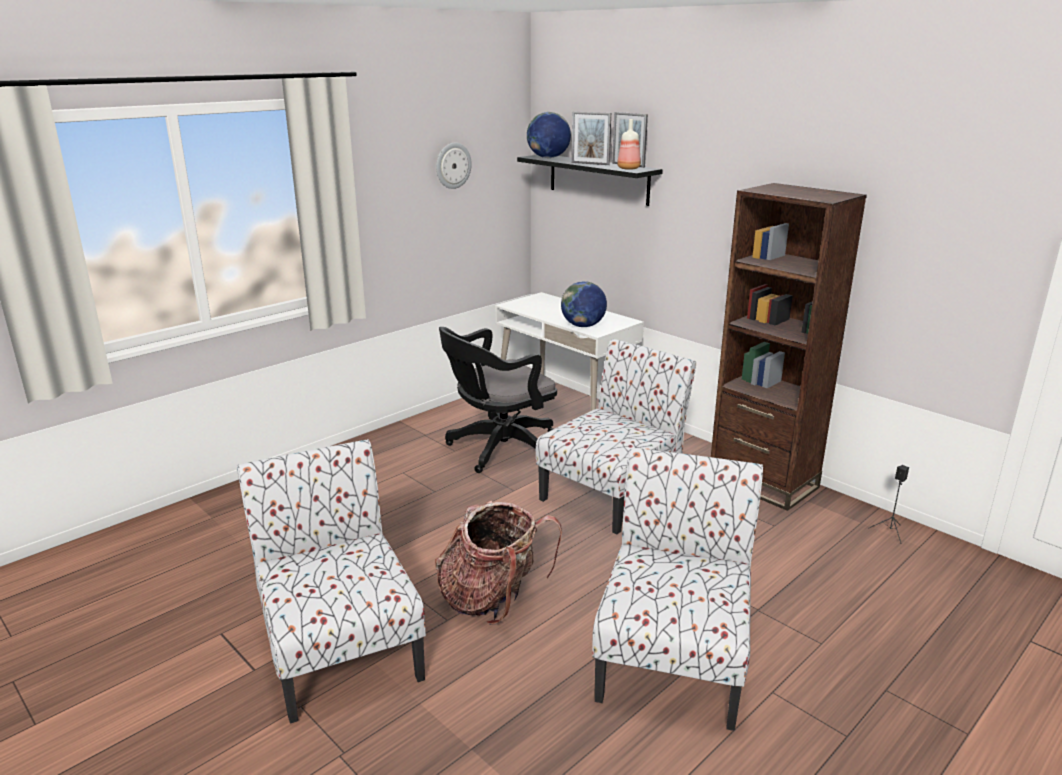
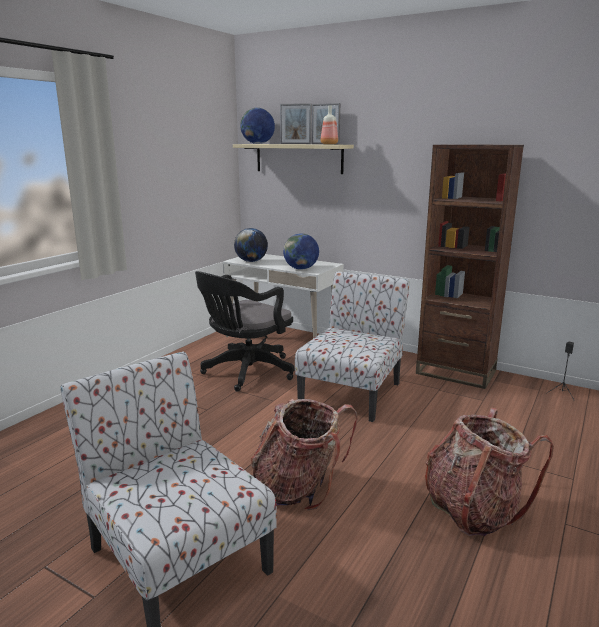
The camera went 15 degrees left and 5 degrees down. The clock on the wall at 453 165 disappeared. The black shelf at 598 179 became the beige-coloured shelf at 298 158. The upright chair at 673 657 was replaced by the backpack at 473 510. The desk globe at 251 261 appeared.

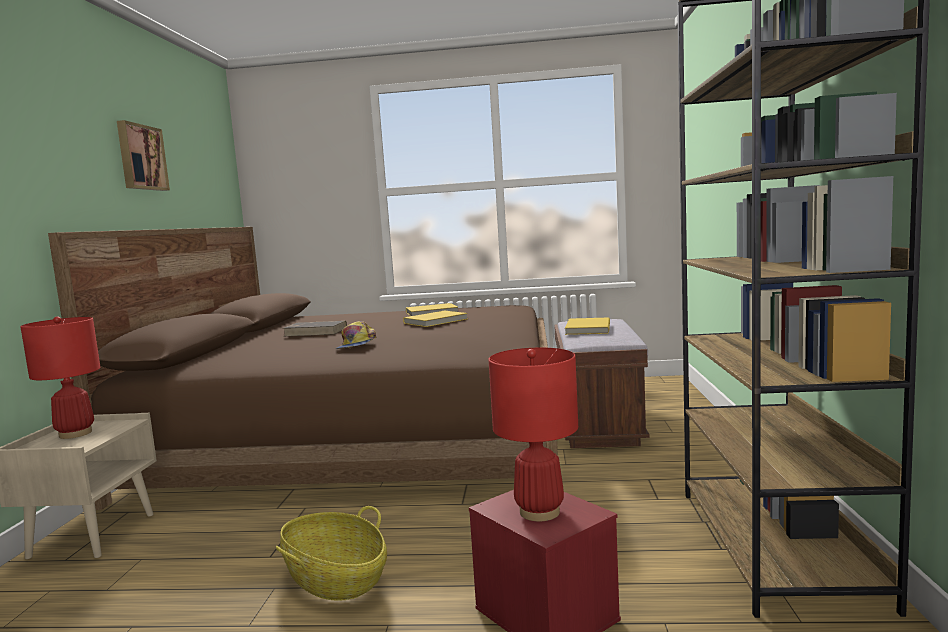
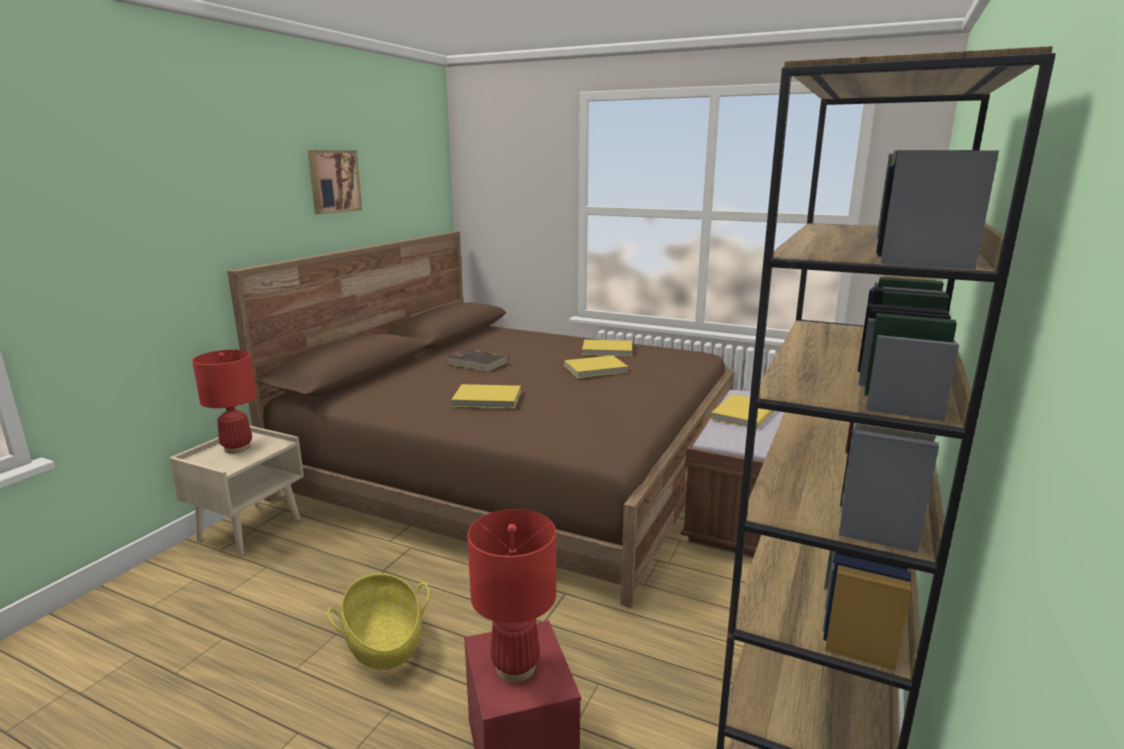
The camera went 20 degrees right and 10 degrees up. The peaked cap at 356 345 was replaced by the yellowish bound book at 487 399.

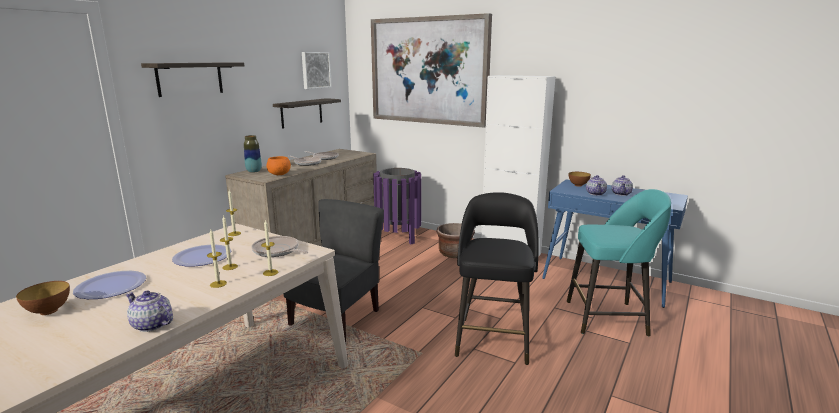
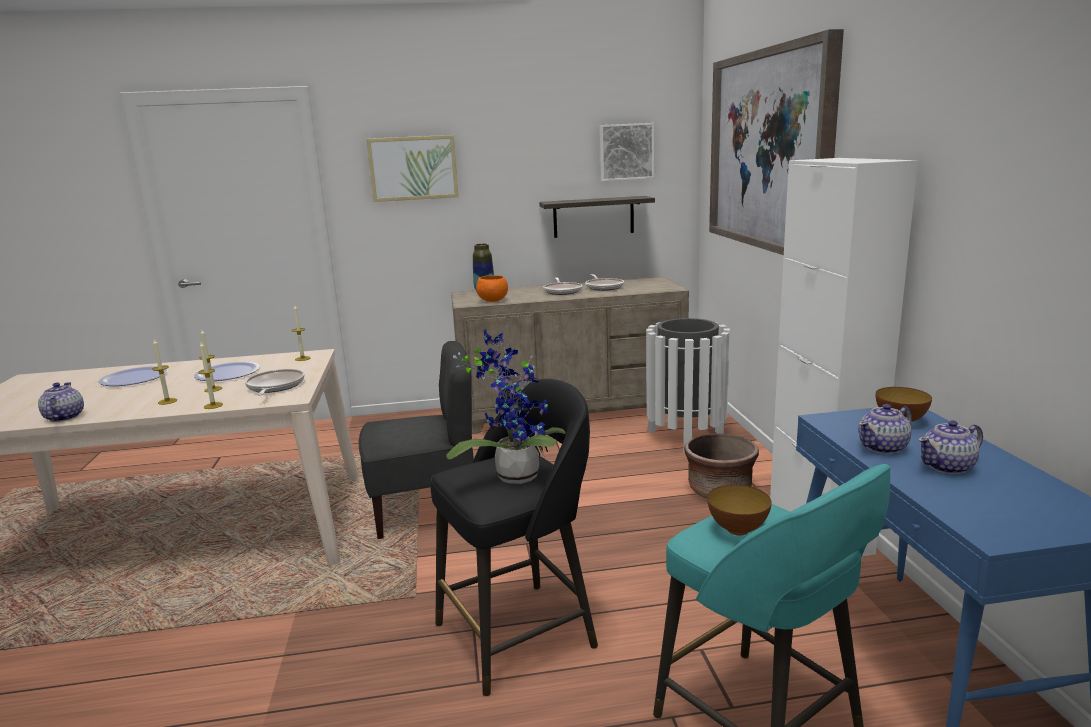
The camera went 50 degrees right and 0 degrees up. The deep dish moved from 48 311 to 737 529. The shelf at 190 78 was replaced by the wall picture at 413 168. The purple rubbish bin at 398 237 became the white rubbish bin at 685 437. The houseplant at 515 474 appeared.

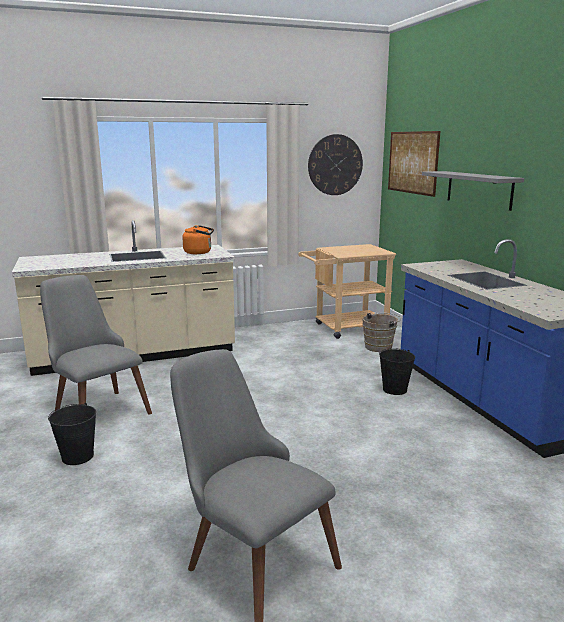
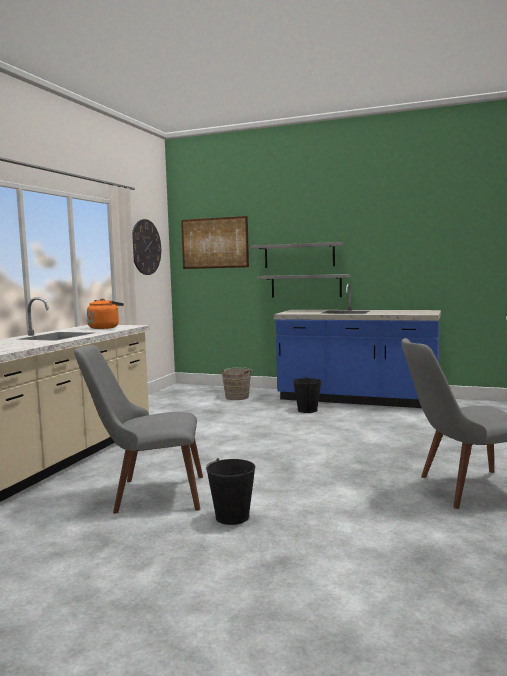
The camera went 50 degrees left and 10 degrees down. The beige-coloured trolley at 345 328 disappeared. The grey shelf at 306 286 appeared.

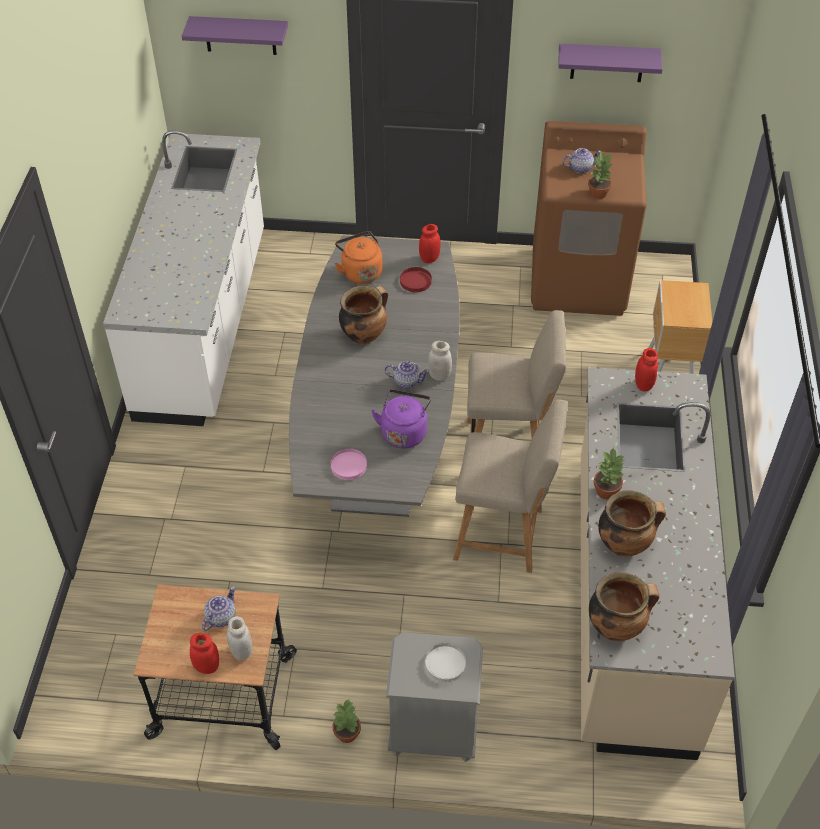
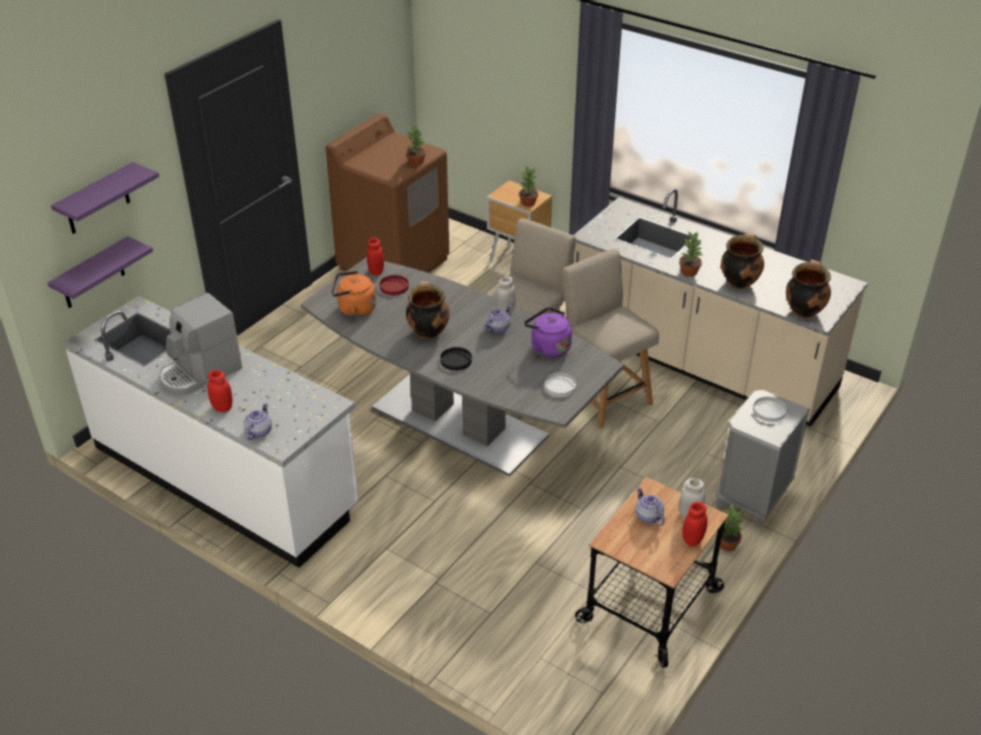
The camera went 60 degrees left and 10 degrees down. The pink-coloured flat dish at 349 465 became the white flat dish at 560 386. The beige-coloured upright chair at 503 535 turned 75 degrees counterclockwise. The purple shelf moved from 607 62 to 92 274. The tea pot moved from 580 168 to 258 431. The red-coloured jar moved from 643 385 to 222 407. The coffee machine at 200 373 appeared. The black flat dish at 456 360 appeared. The houseplant at 528 202 appeared.

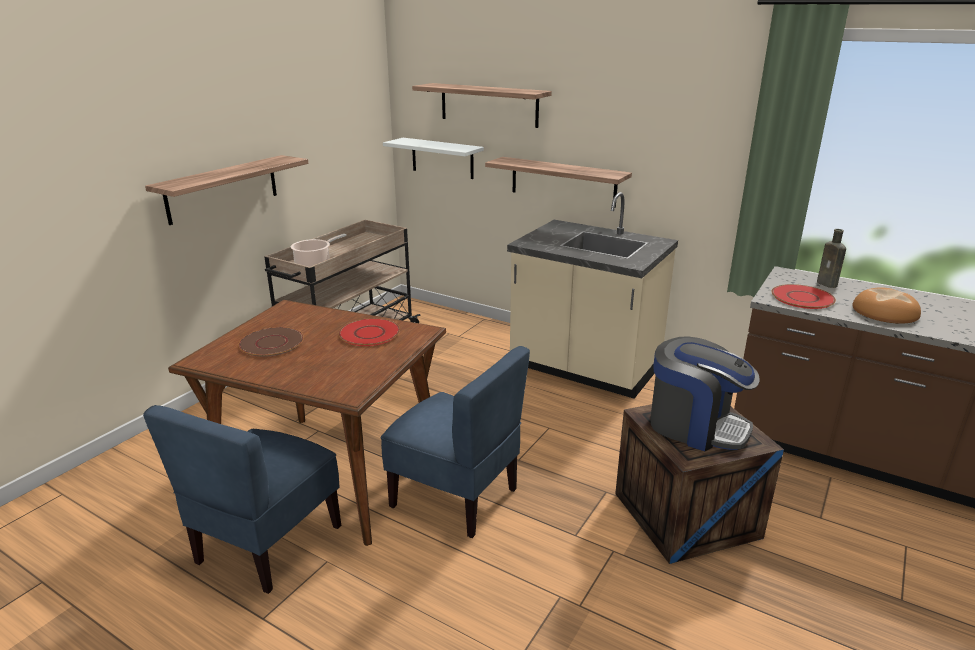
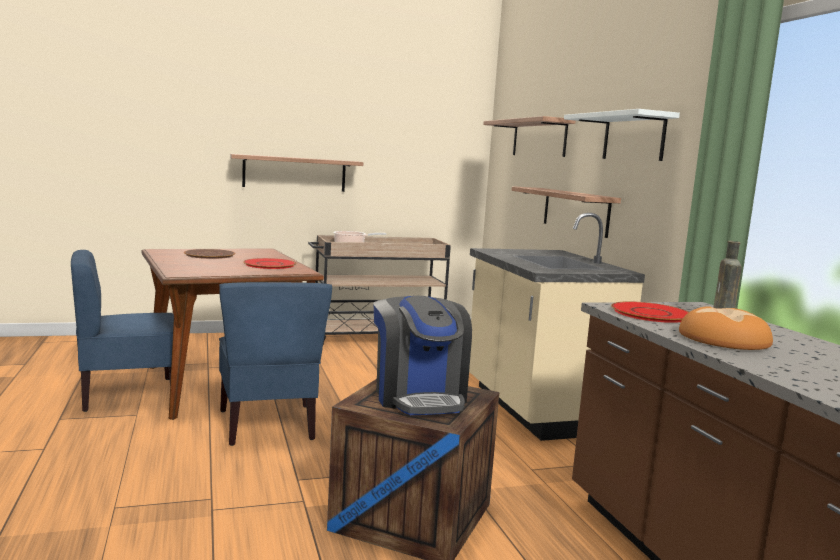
The camera went 40 degrees right and 15 degrees down. The white shelf moved from 442 158 to 633 137.

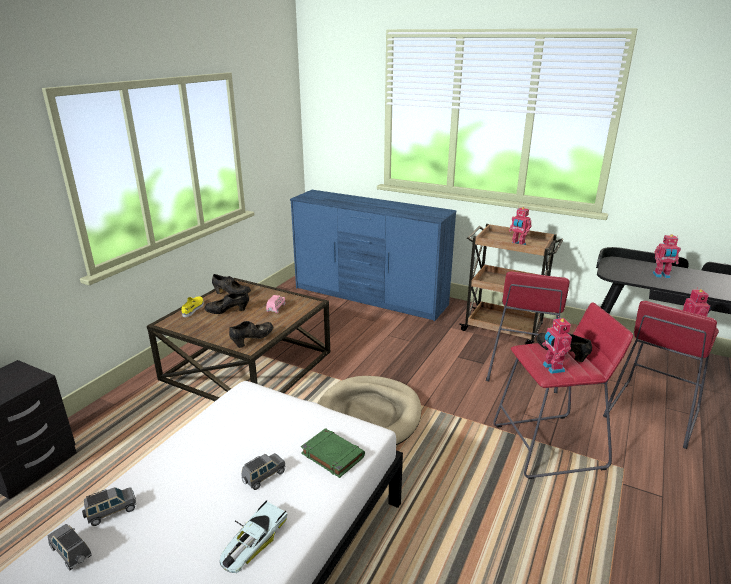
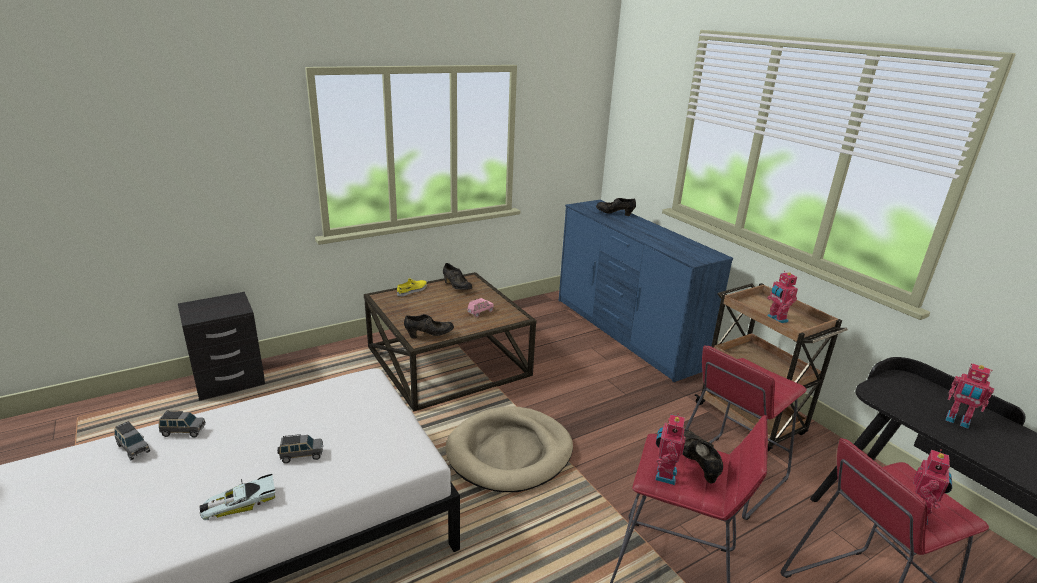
The camera went 30 degrees right and 0 degrees up. The grey toy car at 71 553 turned 150 degrees clockwise. The black low shoe moved from 228 312 to 614 214. The green-coloured bound book at 332 455 disappeared.

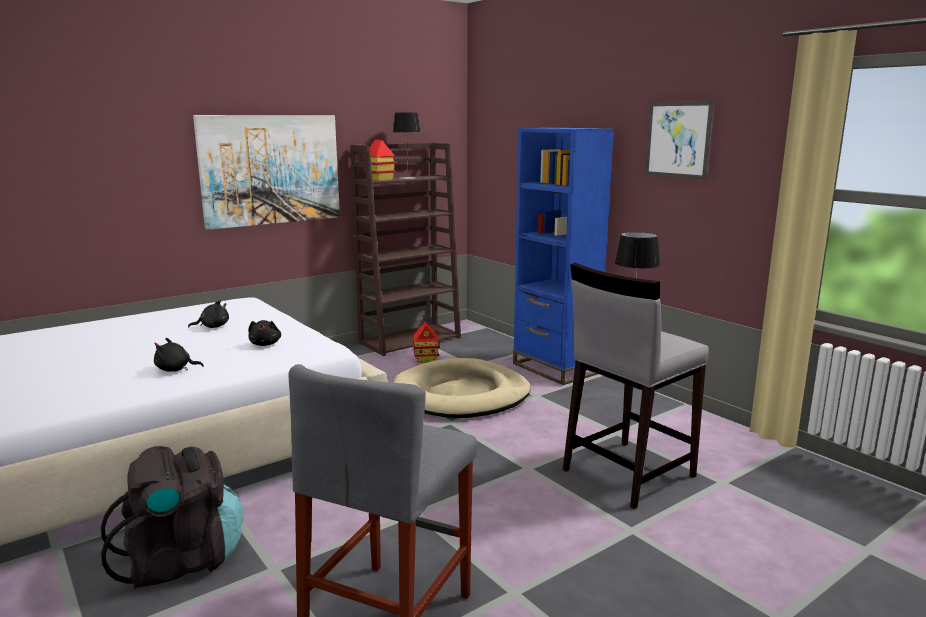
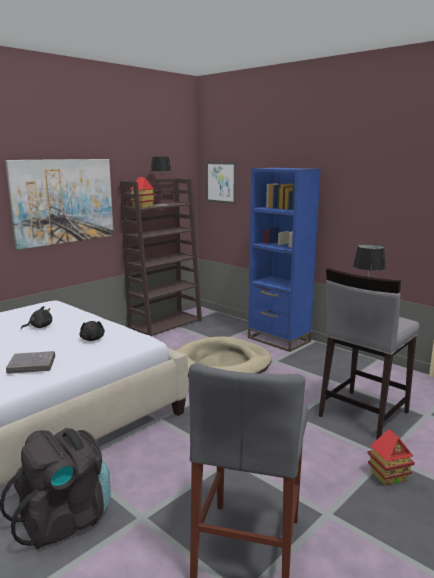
The camera went 10 degrees left and 0 degrees up. The black soft toy at 175 370 was replaced by the grey bound book at 31 365. The toy house moved from 426 359 to 388 476. The wall picture moved from 678 139 to 221 182.

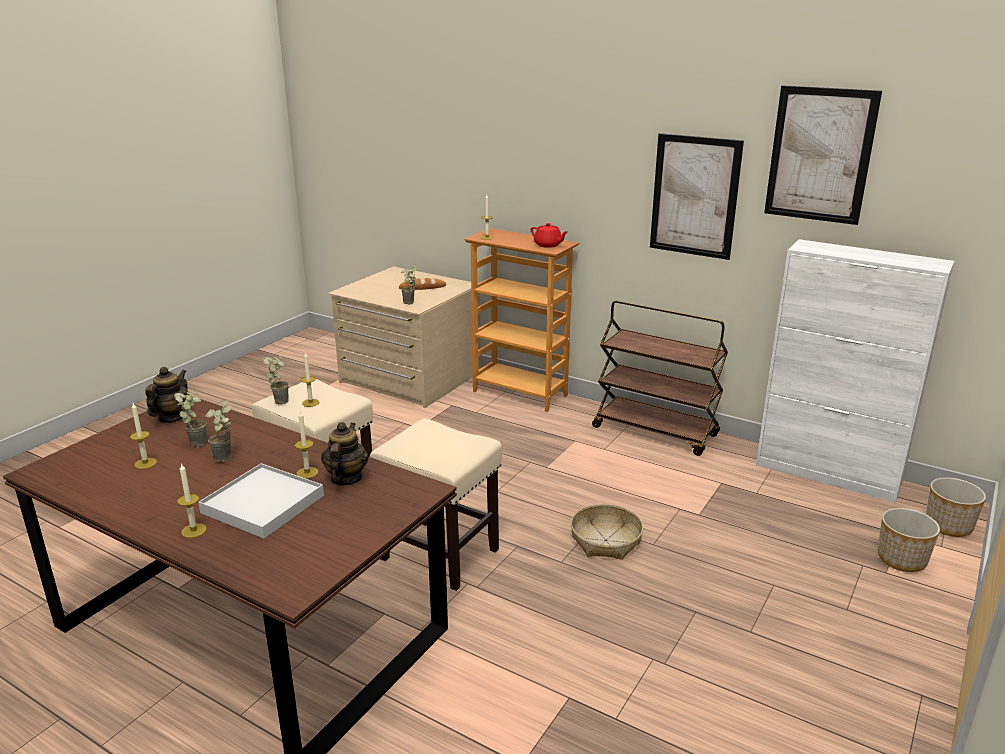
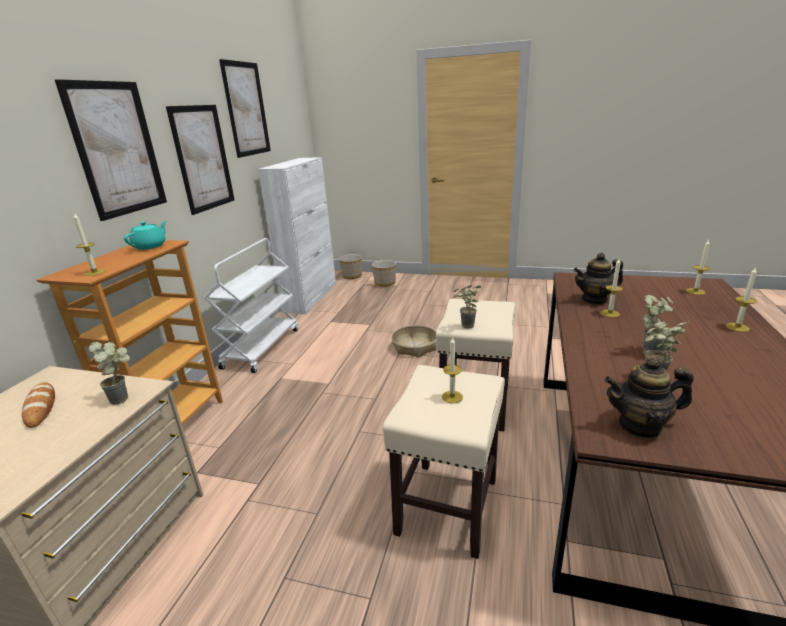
The camera went 105 degrees left and 0 degrees up. The wax candle moved from 145 463 to 695 291. The white tray at 263 504 disappeared. The houseplant moved from 280 400 to 465 327. The red-coloured tea pot at 548 245 became the turquoise tea pot at 150 246. The brownish trolley at 656 431 became the white trolley at 261 347. The wall picture at 117 149 appeared.

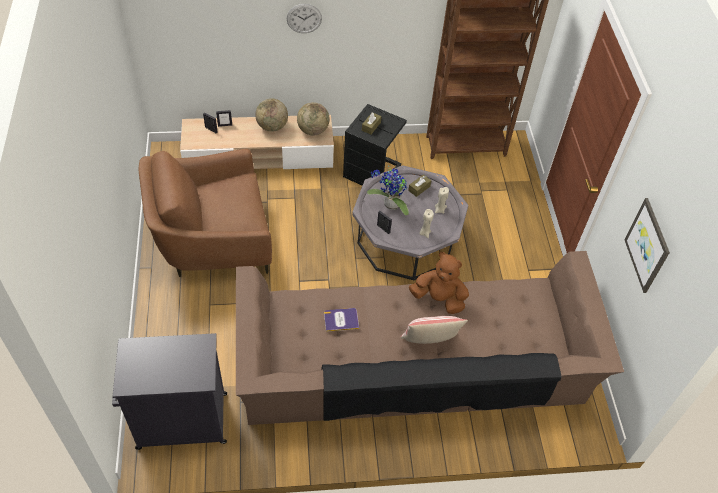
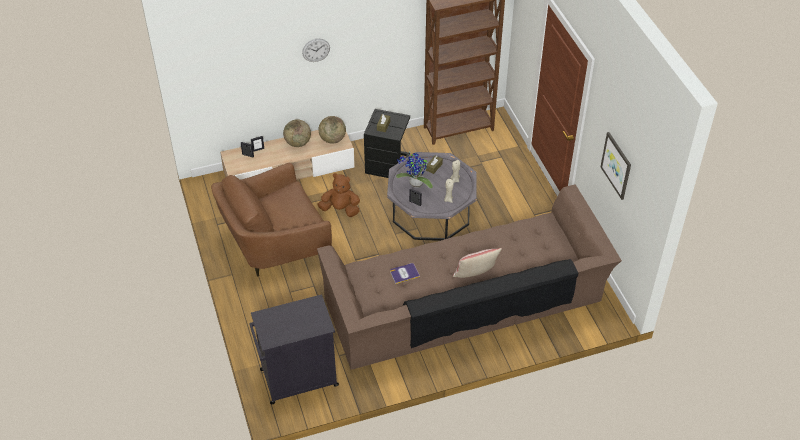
The camera went 10 degrees left and 5 degrees down. The brownish soft toy moved from 439 298 to 340 209.

